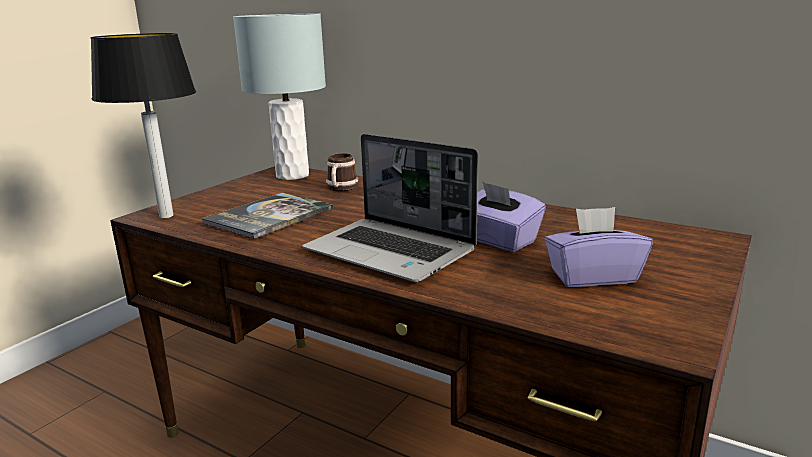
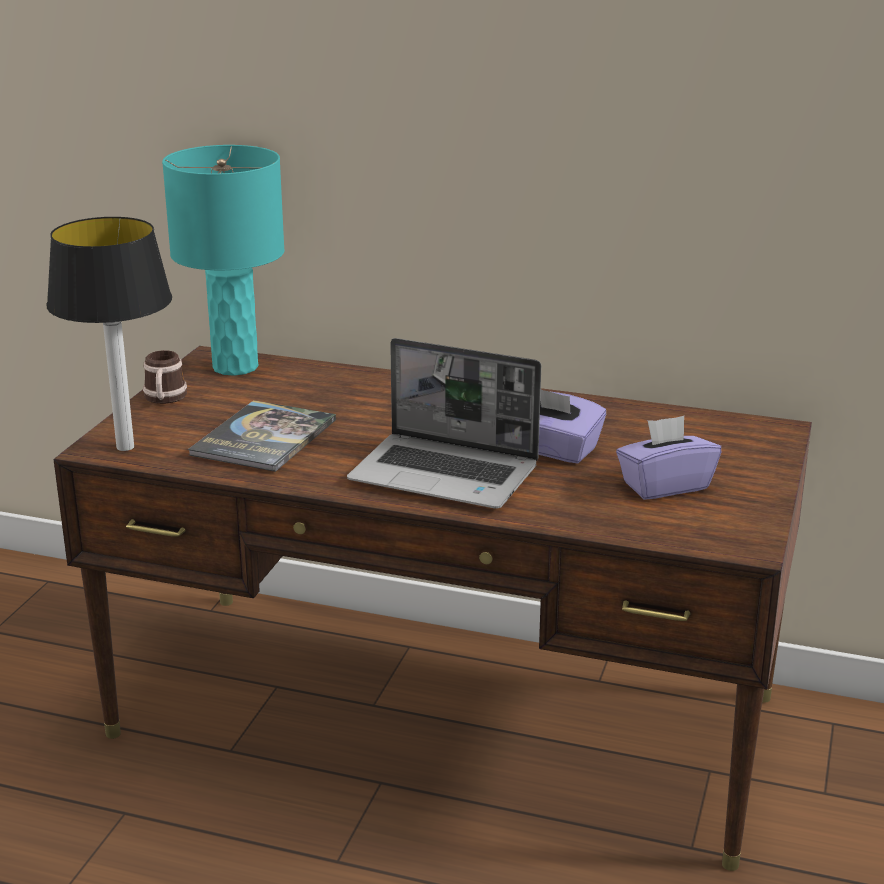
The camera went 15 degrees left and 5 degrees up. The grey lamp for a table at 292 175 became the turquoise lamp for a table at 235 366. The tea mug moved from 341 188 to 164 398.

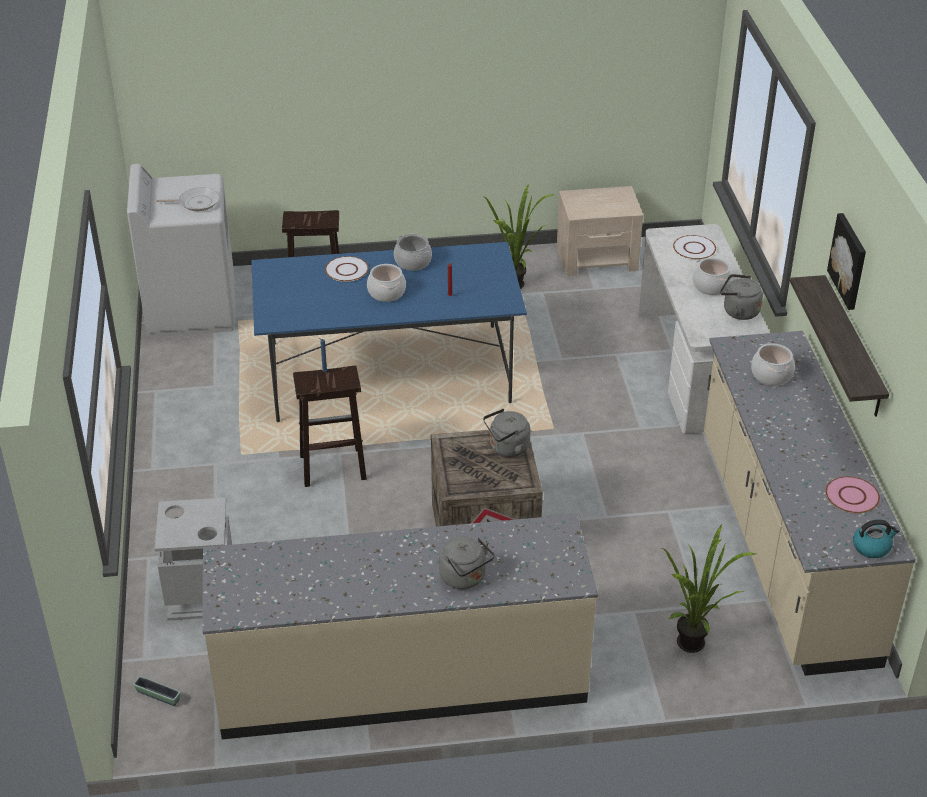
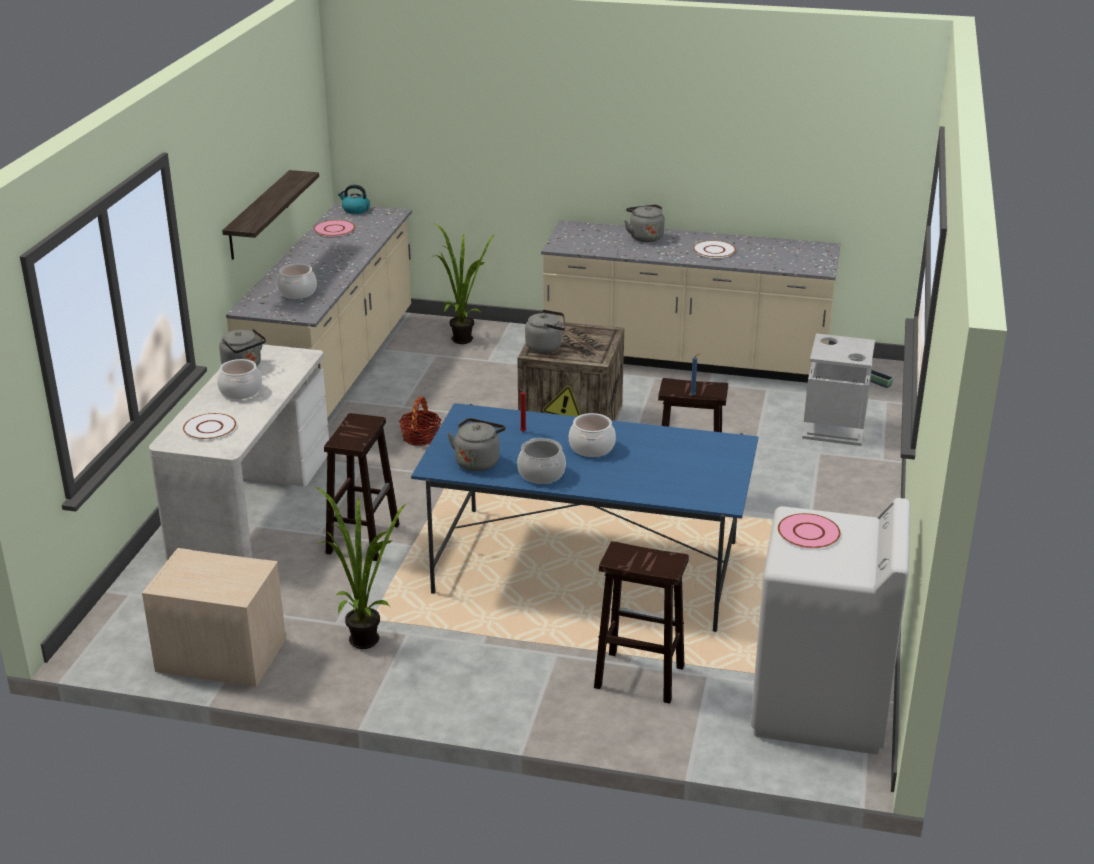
The camera went 160 degrees left and 10 degrees down. The pan at 196 202 was replaced by the pink-coloured flat dish at 809 533. The white flat dish moved from 346 270 to 714 250. The wall picture at 849 261 disappeared. The brownish stool seat at 363 538 appeared. The household basket at 420 437 appeared. The grey kettle at 478 461 appeared.

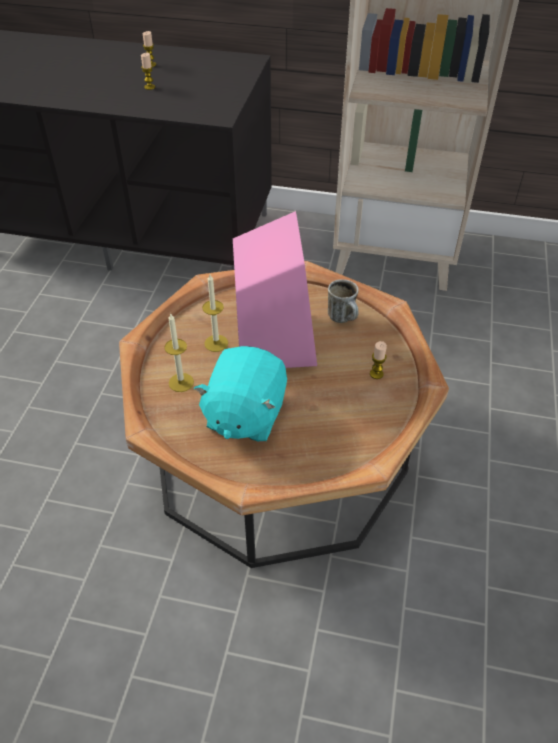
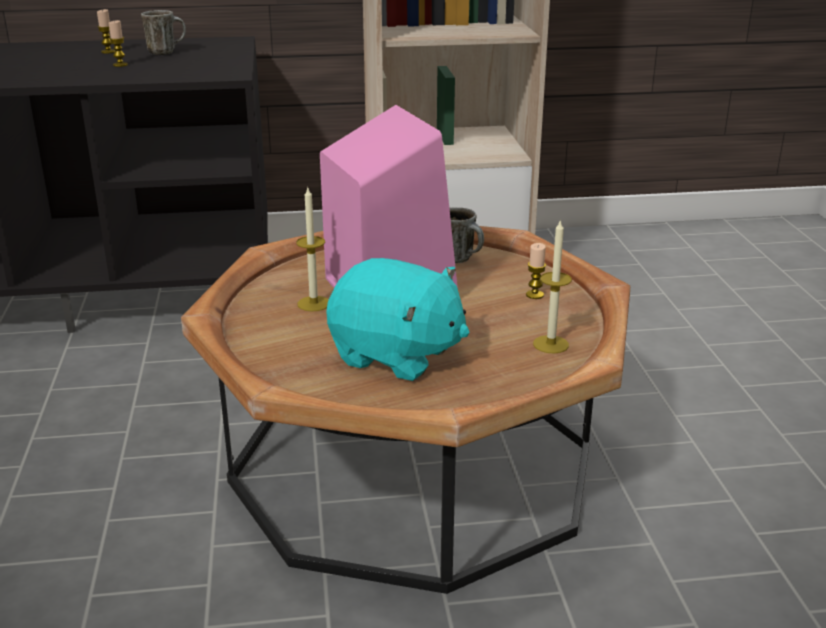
The camera went 20 degrees left and 20 degrees down. The wax candle moved from 181 382 to 550 344. The turquoise soft toy at 244 414 turned 60 degrees counterclockwise. The tea mug at 166 52 appeared.

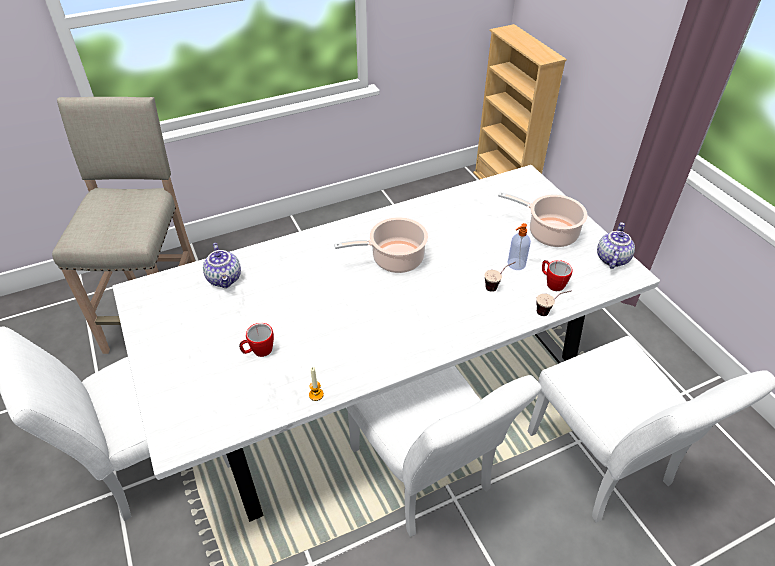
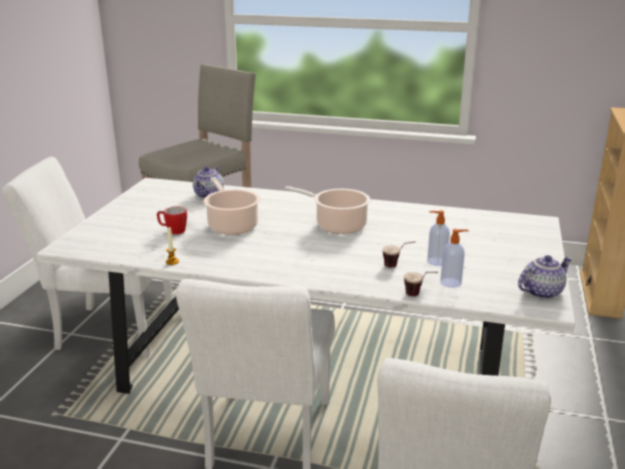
The camera went 40 degrees right and 20 degrees down. The saucepot moved from 549 233 to 231 225. The tea mug at 552 283 was replaced by the soap bottle at 451 283.

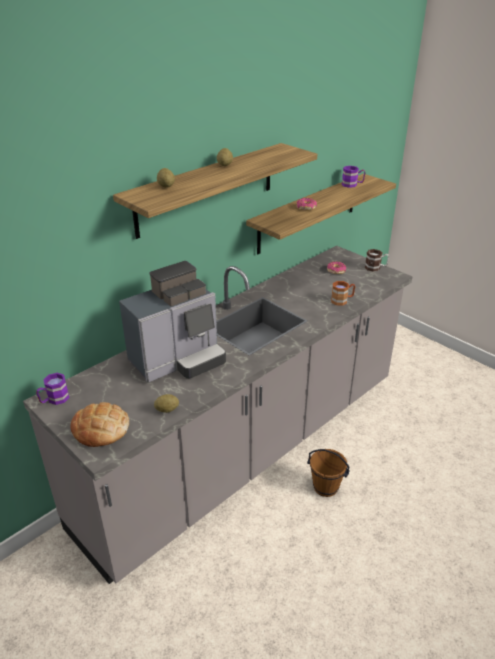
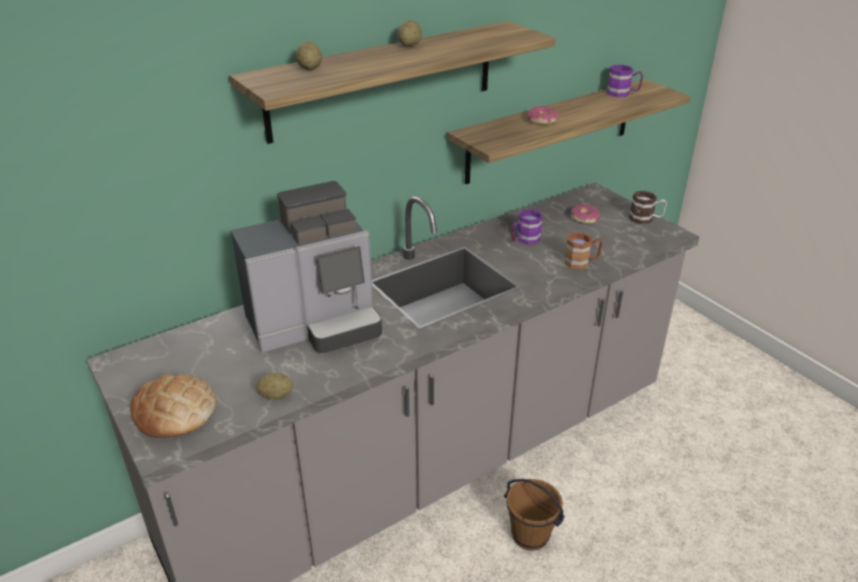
The camera went 10 degrees right and 0 degrees up. The purple tea mug moved from 54 400 to 524 240.

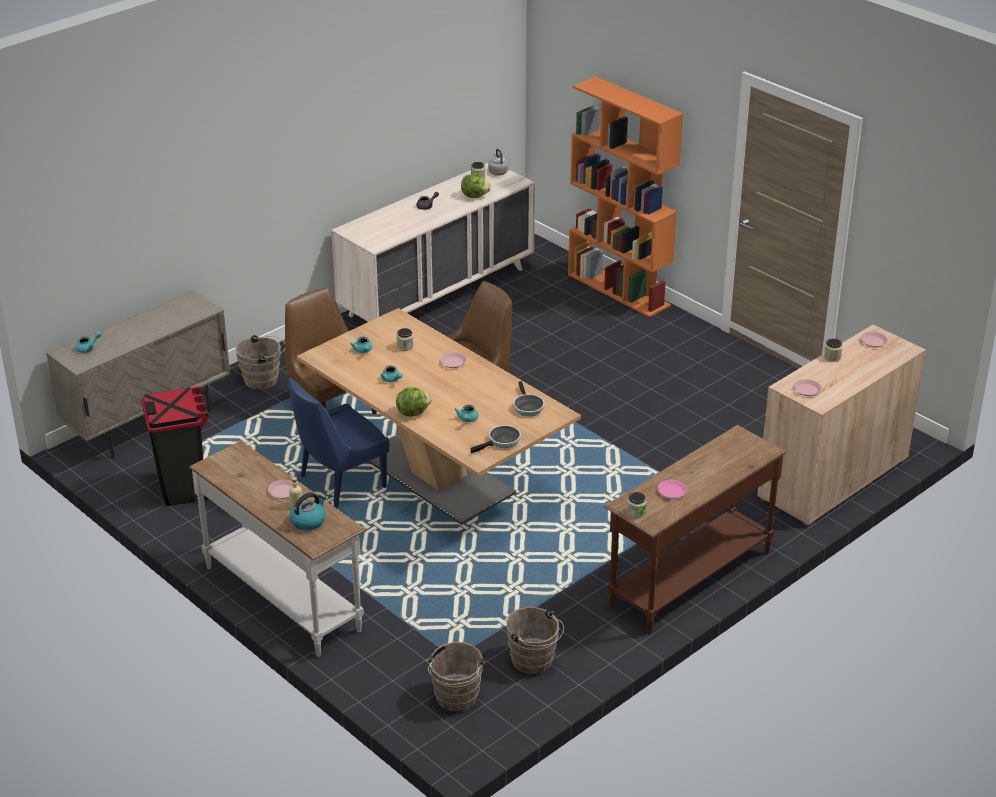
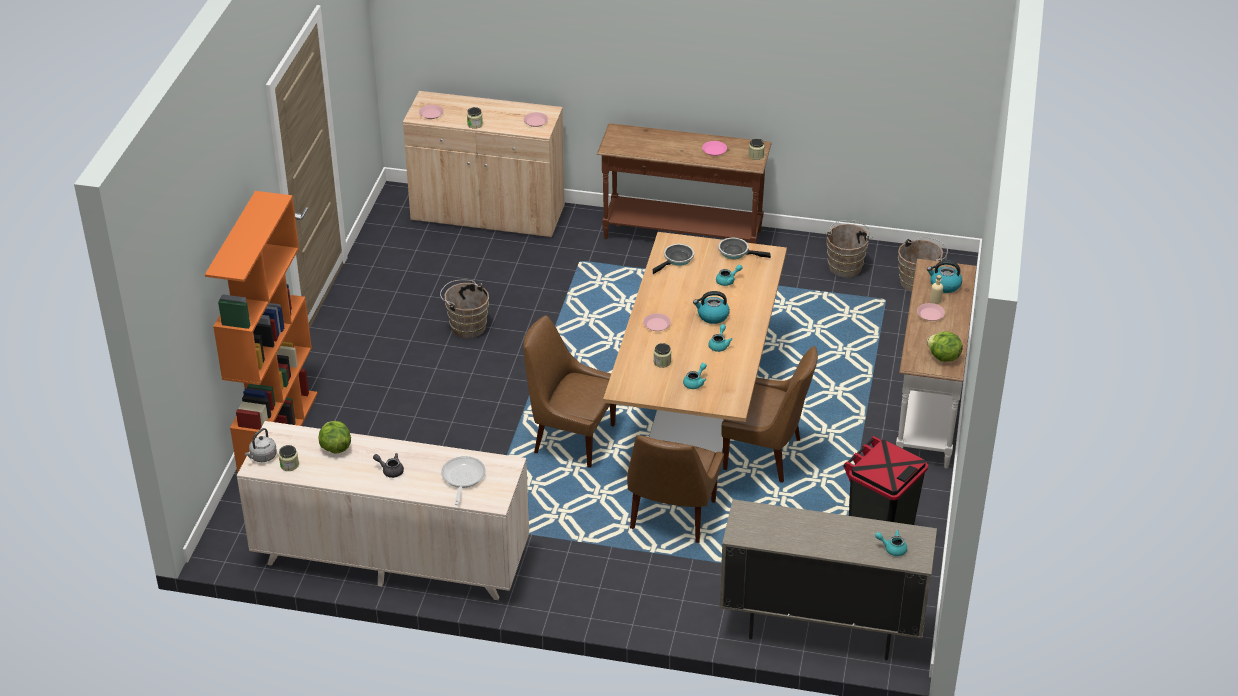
The camera went 125 degrees left and 5 degrees up. The brownish pail moved from 264 379 to 466 326. The bluish upright chair at 340 483 became the brownish upright chair at 765 455. The lettuce head moved from 412 412 to 943 357. The pan at 462 478 appeared. The kettle at 712 316 appeared.

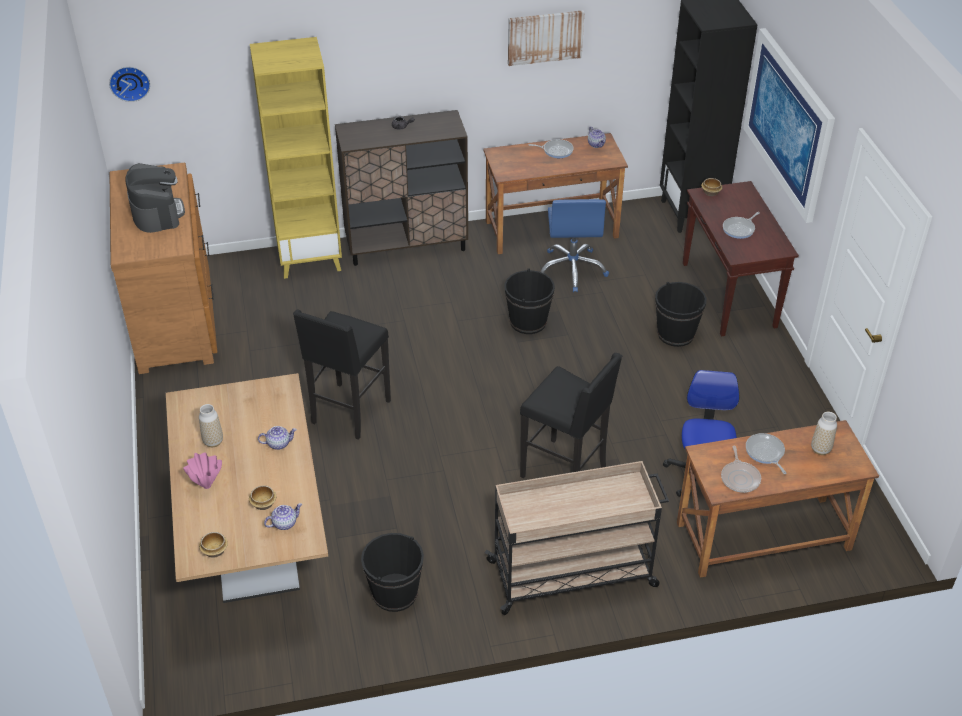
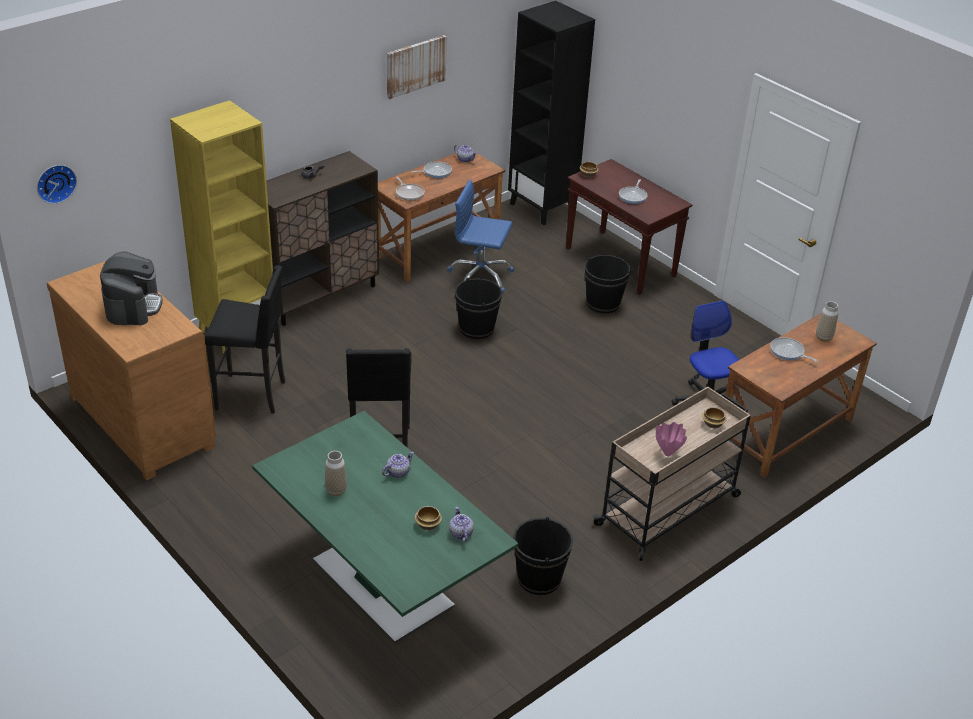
The camera went 30 degrees left and 5 degrees down. The coffee machine at 157 213 turned 45 degrees clockwise. The brownish kitchen table at 255 542 became the green-coloured kitchen table at 382 583. The pink-coloured flower vase moved from 206 486 to 667 454. The deep dish moved from 214 551 to 712 424. The tea pot at 284 523 turned 45 degrees counterclockwise. The black stool seat moved from 565 472 to 253 395. The bluish computer chair at 572 269 turned 135 degrees clockwise. The pan moved from 740 478 to 409 193. The wall picture at 788 123 disappeared.

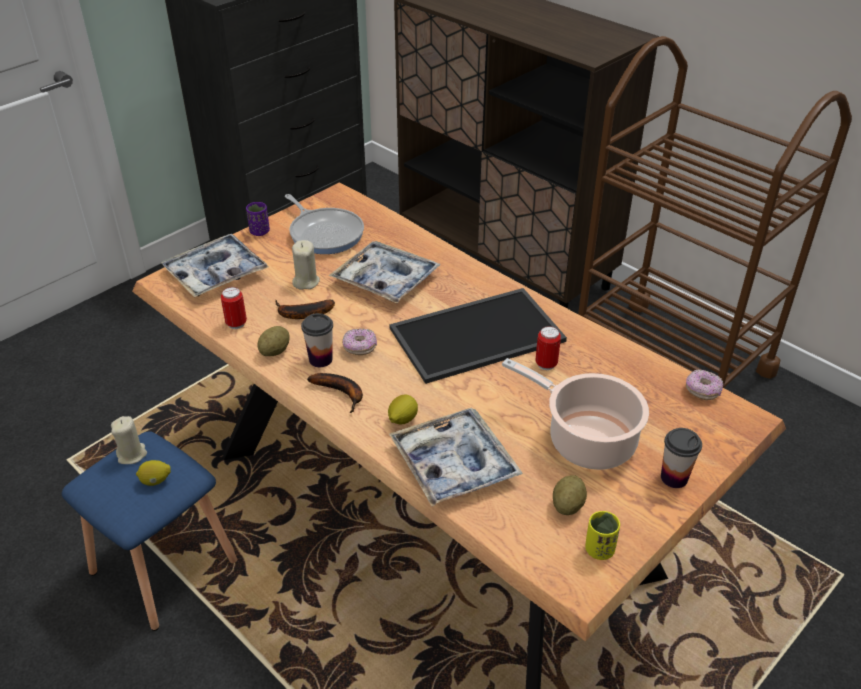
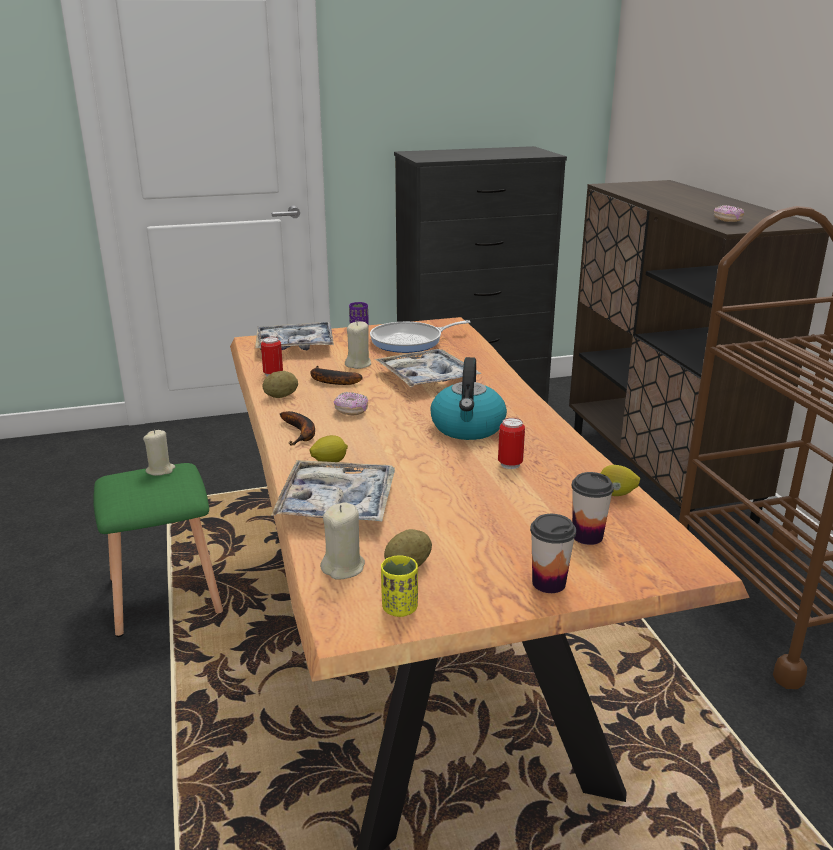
The camera went 30 degrees right and 15 degrees down. The bluish stool seat at 161 566 became the green-coloured stool seat at 164 595. The whole lemon moved from 155 481 to 616 494. The pan at 325 233 turned 75 degrees clockwise. The small cup moved from 320 359 to 587 536. The tray at 477 333 was replaced by the kettle at 468 428. The saucepot at 586 439 disappeared. The ring doughnut moved from 702 391 to 727 220. The beige-coloured wax candle at 343 567 appeared.

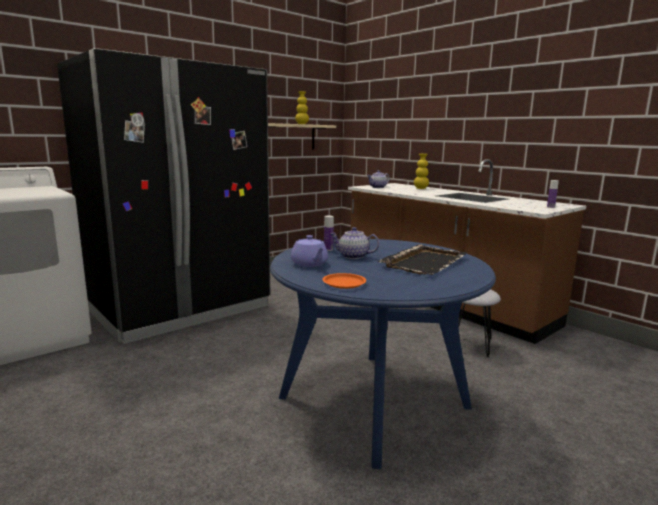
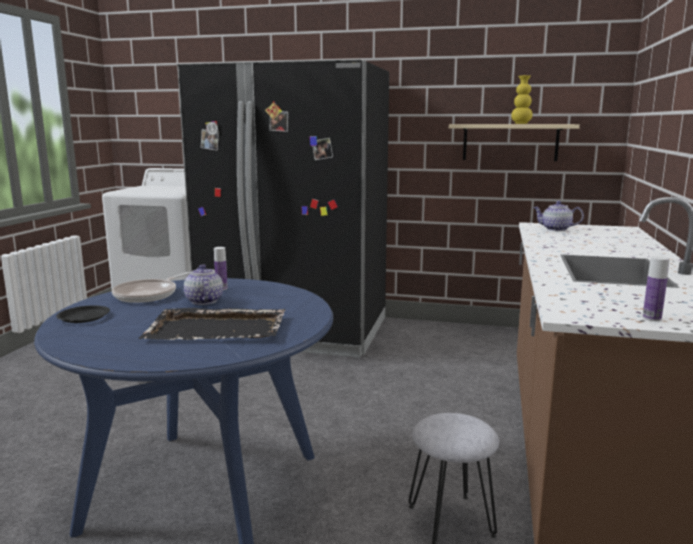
The camera went 55 degrees right and 0 degrees up. The purple tea pot at 309 264 was replaced by the pan at 149 295. The orangey flat dish at 344 283 became the black flat dish at 84 317. The yellowish flower vase at 420 188 disappeared.

